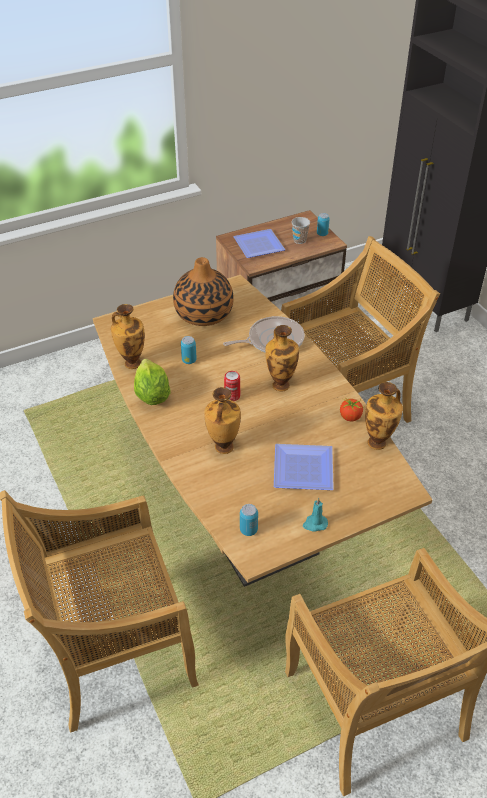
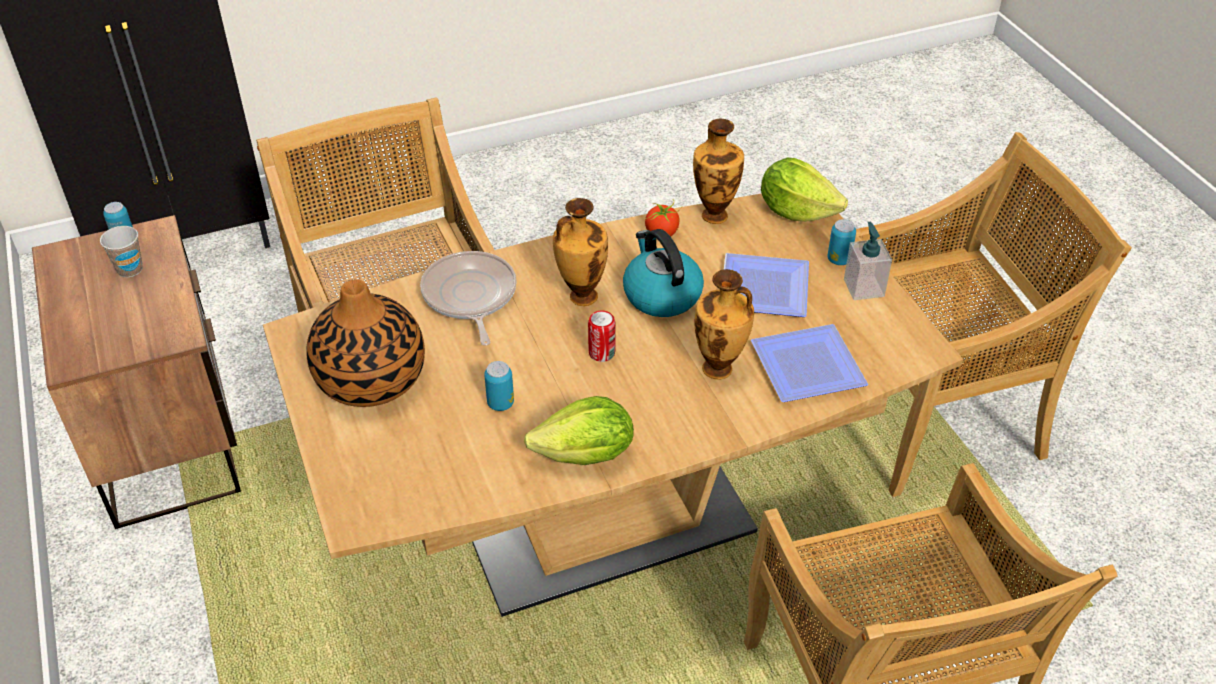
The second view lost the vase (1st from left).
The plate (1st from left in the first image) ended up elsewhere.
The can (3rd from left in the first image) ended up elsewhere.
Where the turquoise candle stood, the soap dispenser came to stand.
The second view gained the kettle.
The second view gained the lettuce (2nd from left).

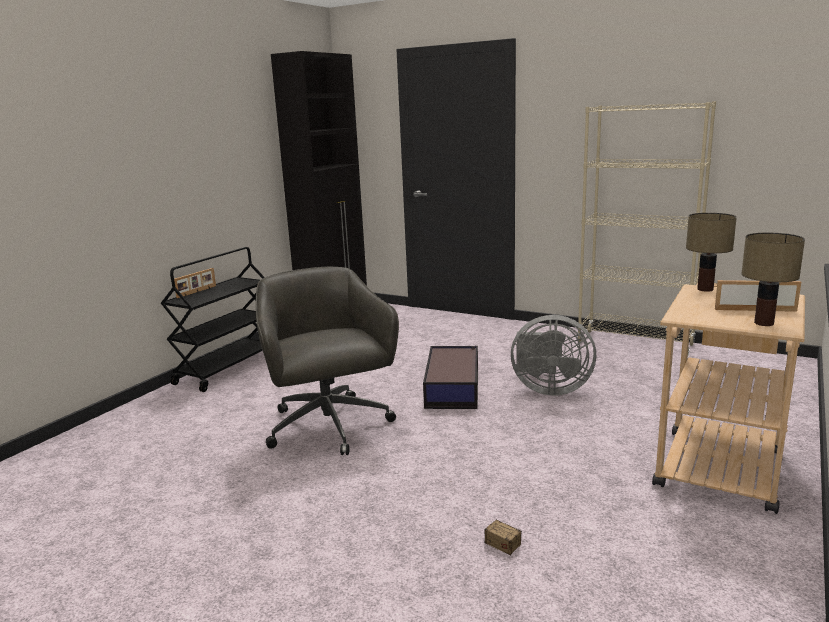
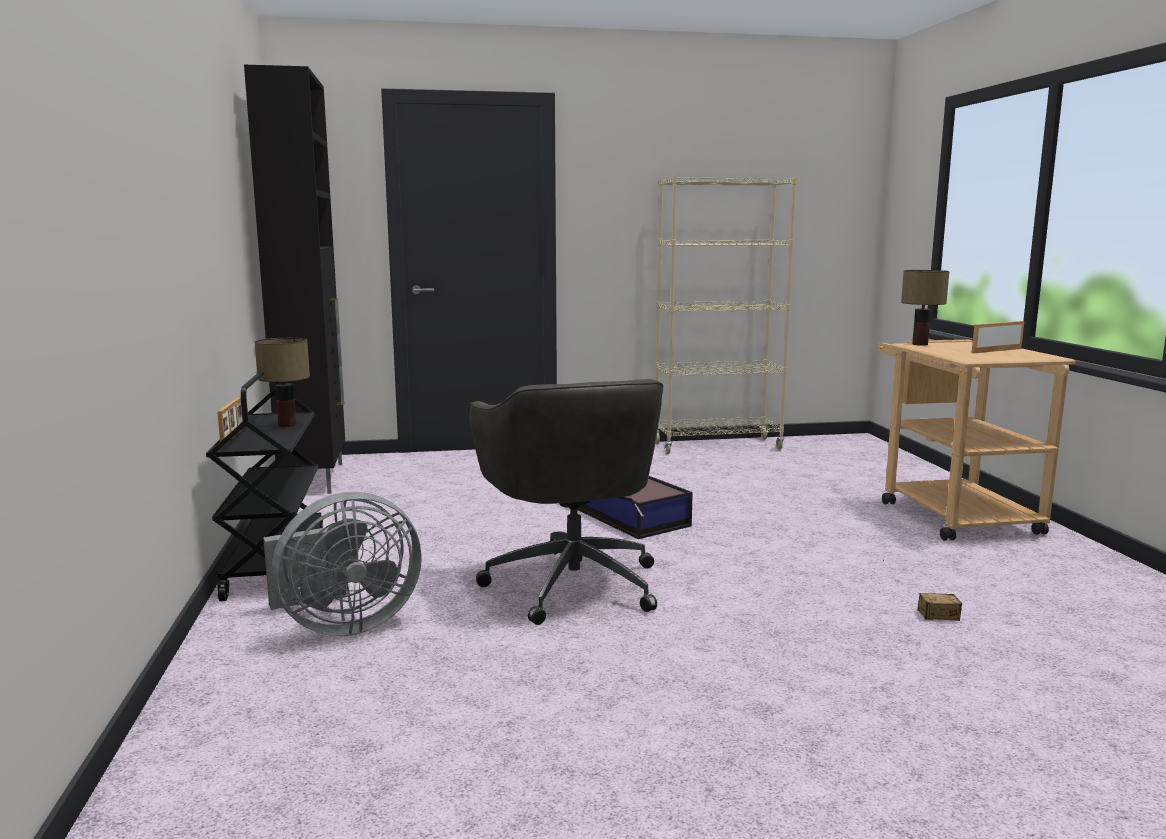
The grey office chair ended up facing another way, 135 degrees counterclockwise from before.
The grey fan ended up elsewhere.
The table lamp (2nd from left in the first image) ended up elsewhere.

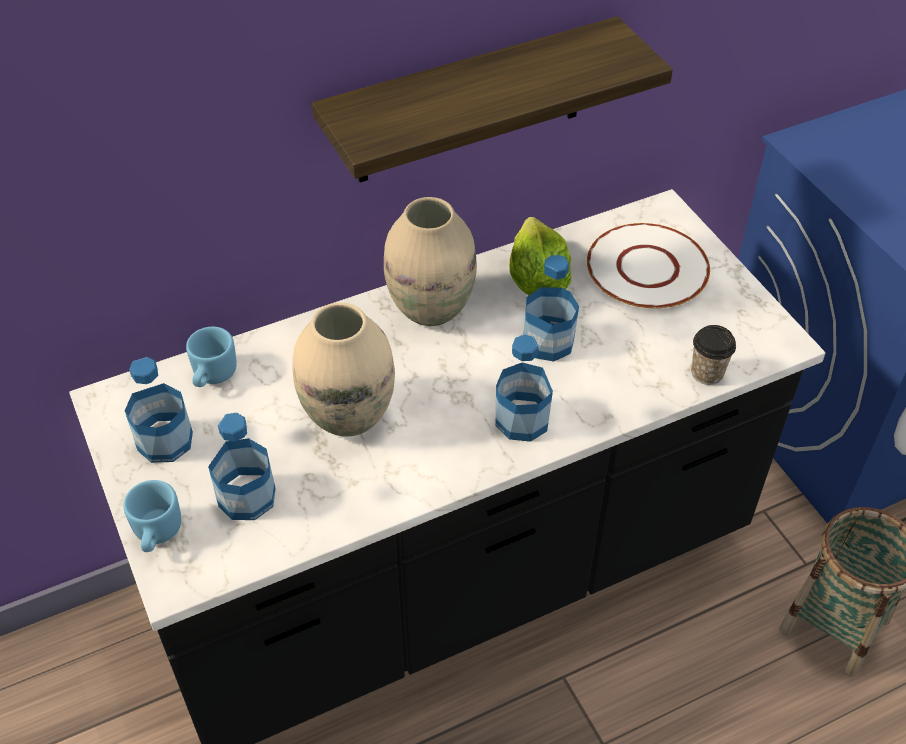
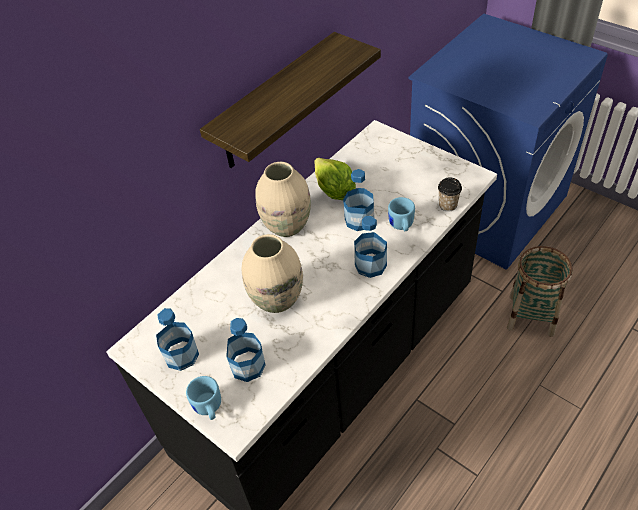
The blue mug (2nd from left) ended up elsewhere.
The second view lost the white plate.

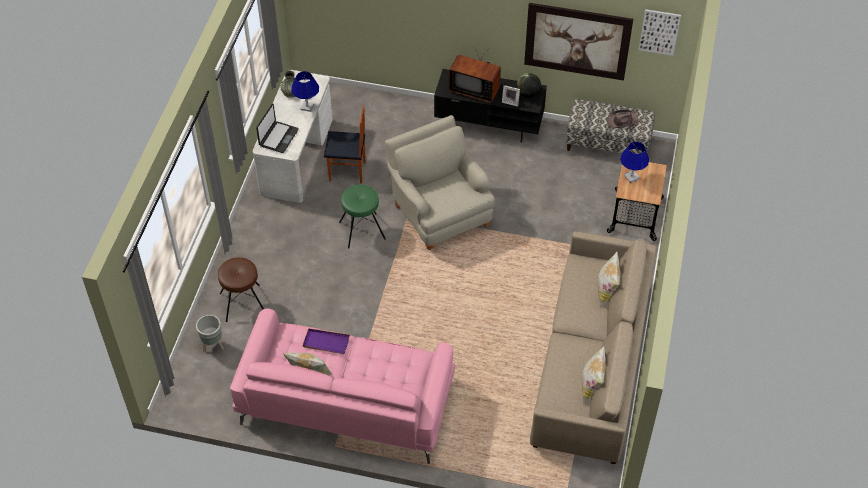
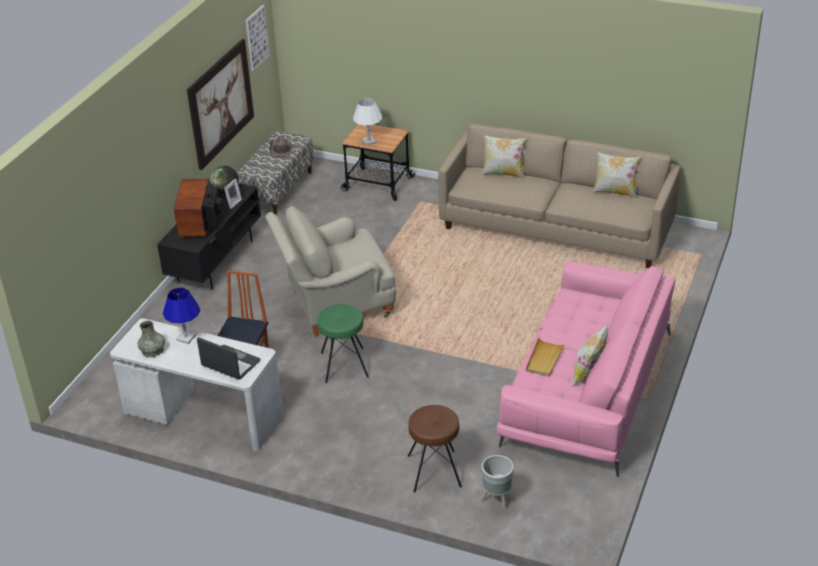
What was the purple tray turned into the beige tray.
The television ended up facing another way, 150 degrees clockwise from before.
What was the blue table lamp (2nd from left) turned into the white table lamp.

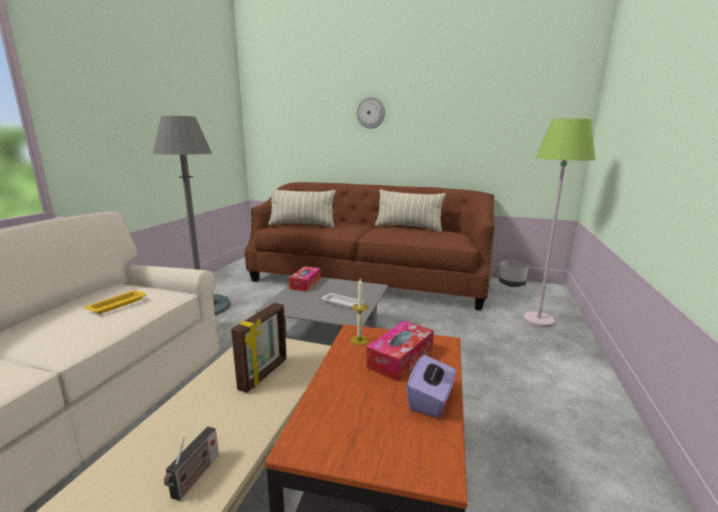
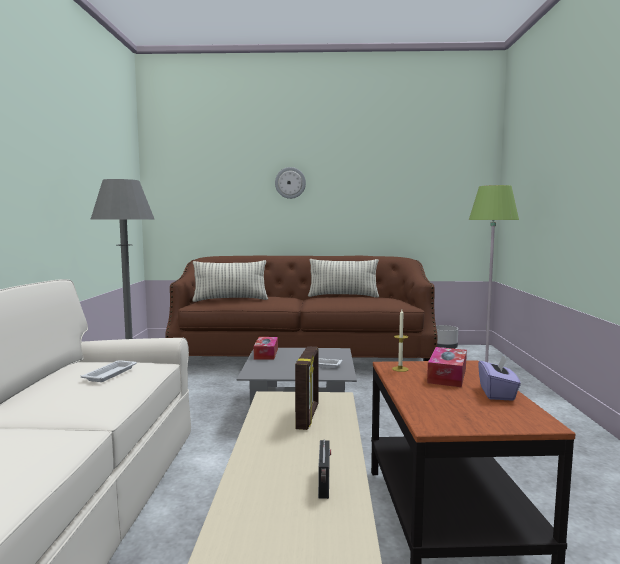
What was the yellow tray turned into the white tray (1st from left).

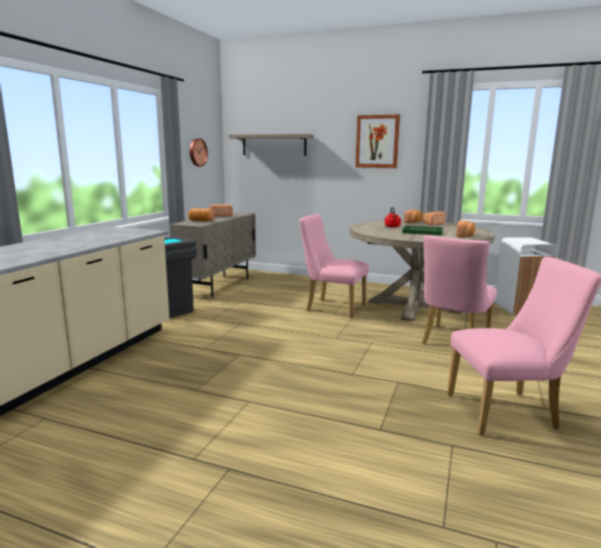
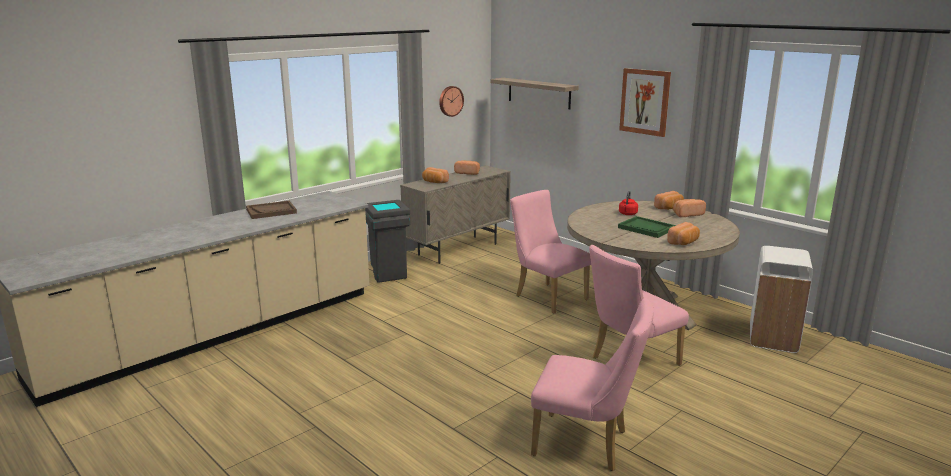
The second view gained the brown tray.

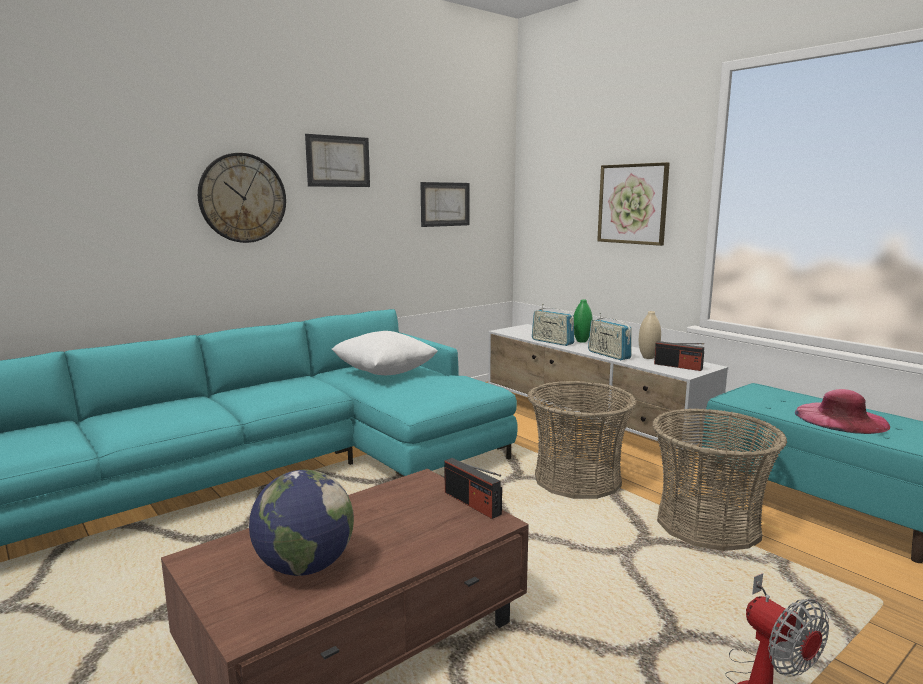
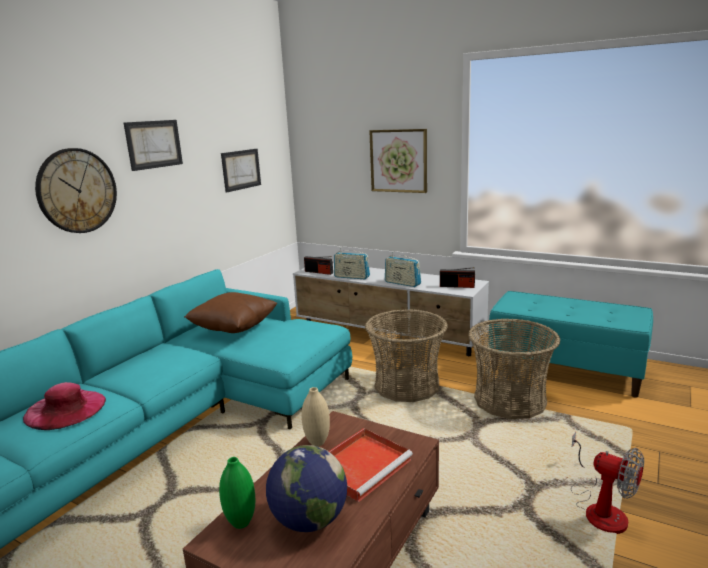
What was the white pillow turned into the brown pillow.
The radio (1st from left) ended up elsewhere.
The green vase ended up elsewhere.
The beige vase ended up elsewhere.
The pink hat ended up elsewhere.
The second view gained the red tray.

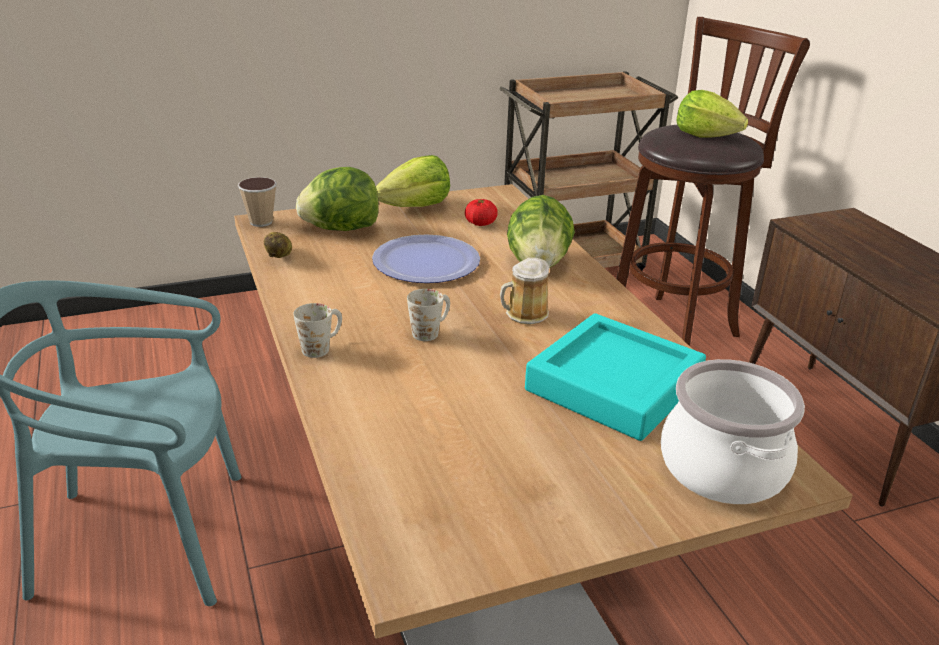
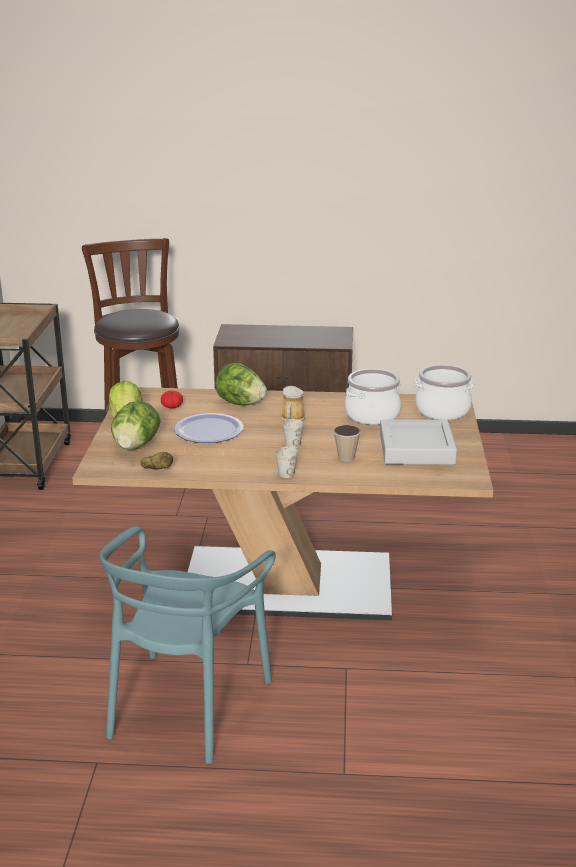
The cup ended up elsewhere.
Where the turquoise tray stood, the cooking pot (1st from left) came to stand.
The second view lost the lettuce (4th from left).
The second view gained the grey tray.

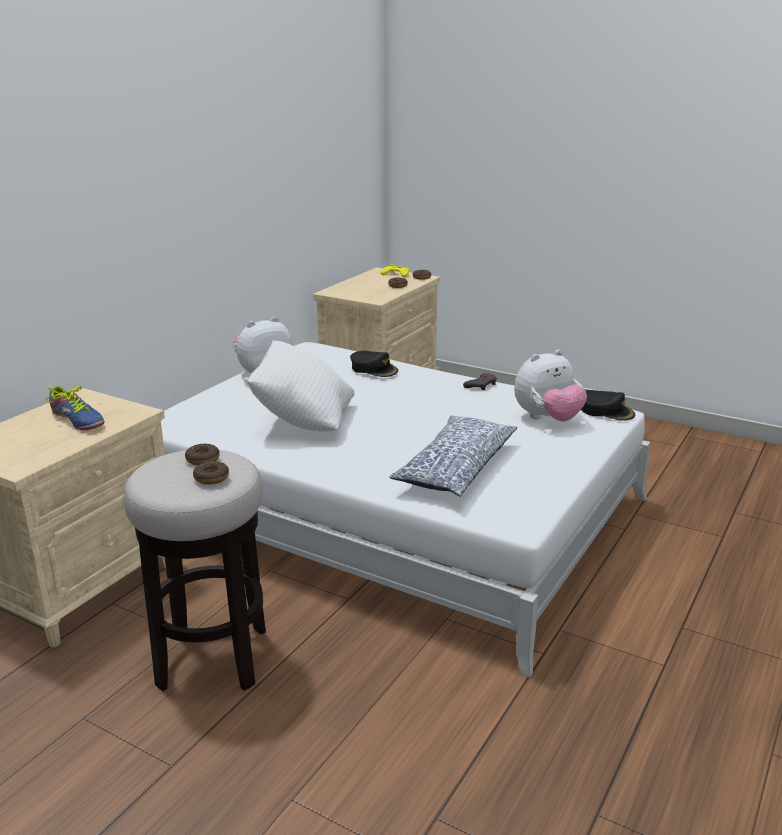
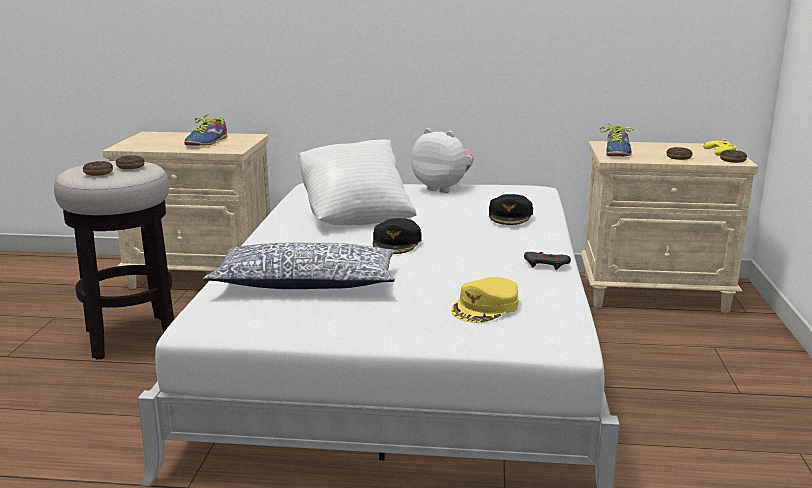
Where the plush toy (2nd from left) stood, the yellow cap came to stand.
The black cap (2nd from left in the first image) ended up elsewhere.
The second view gained the shoe (2nd from left).

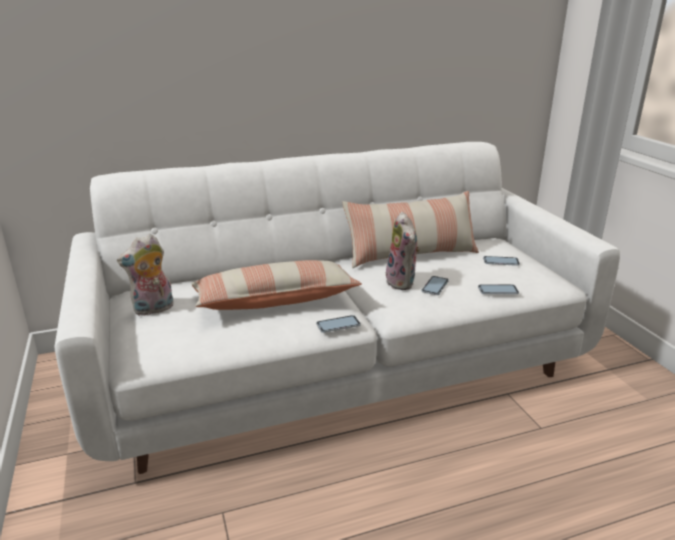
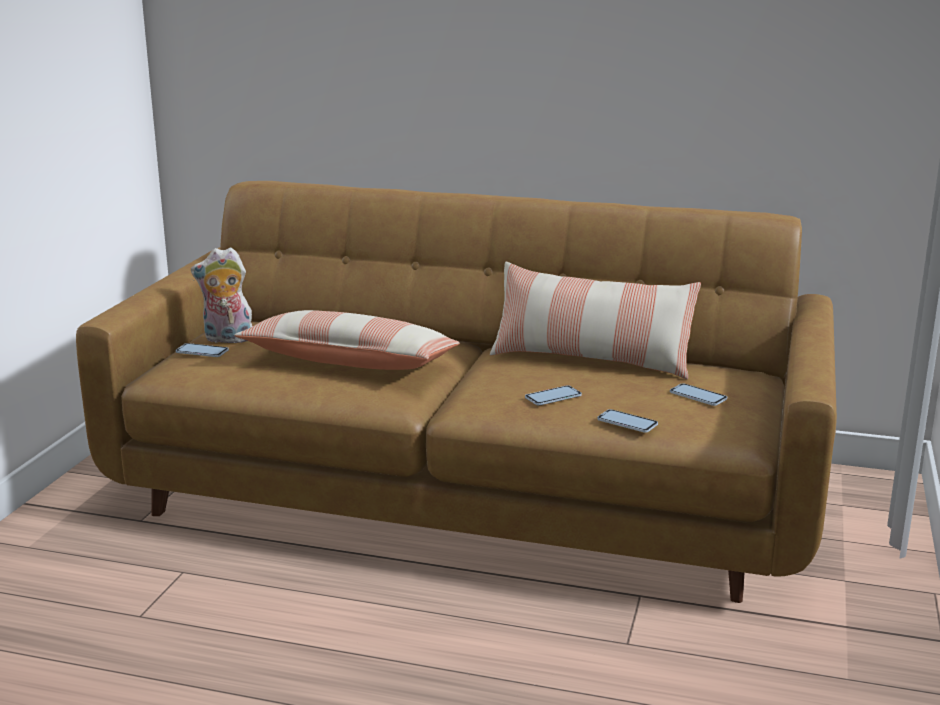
What was the white sofa turned into the brown sofa.
The phone (1st from left) ended up elsewhere.
The second view lost the plush toy (2nd from left).

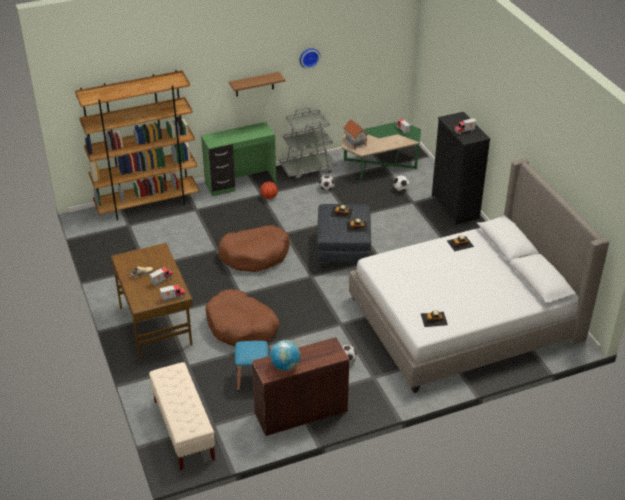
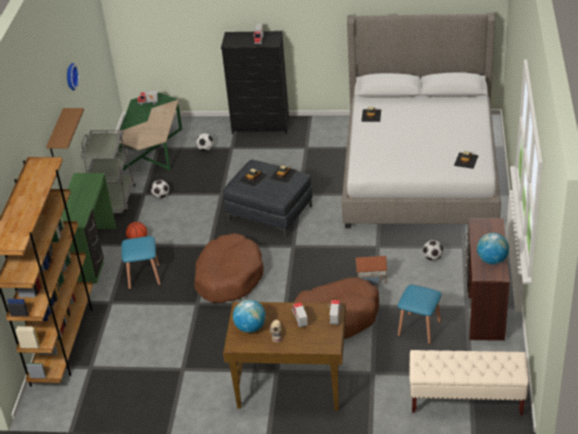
The toy house ended up elsewhere.
The second view gained the blue stool (1st from left).
The second view gained the globe (1st from left).

